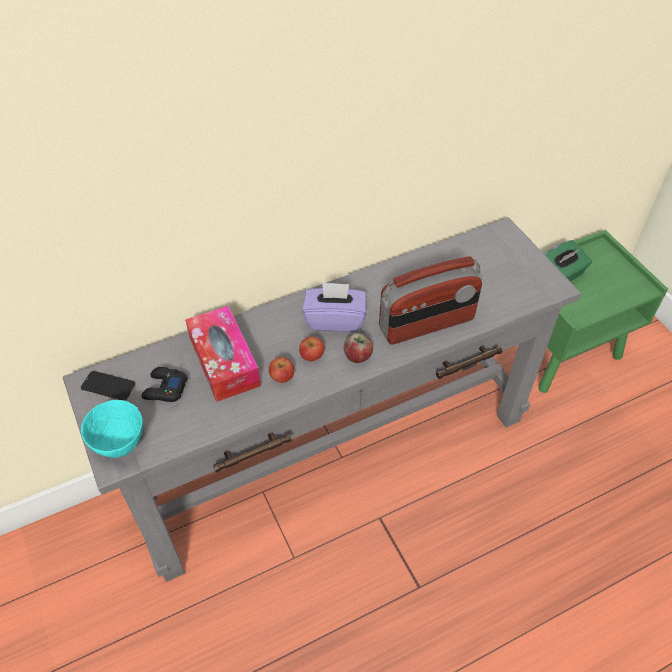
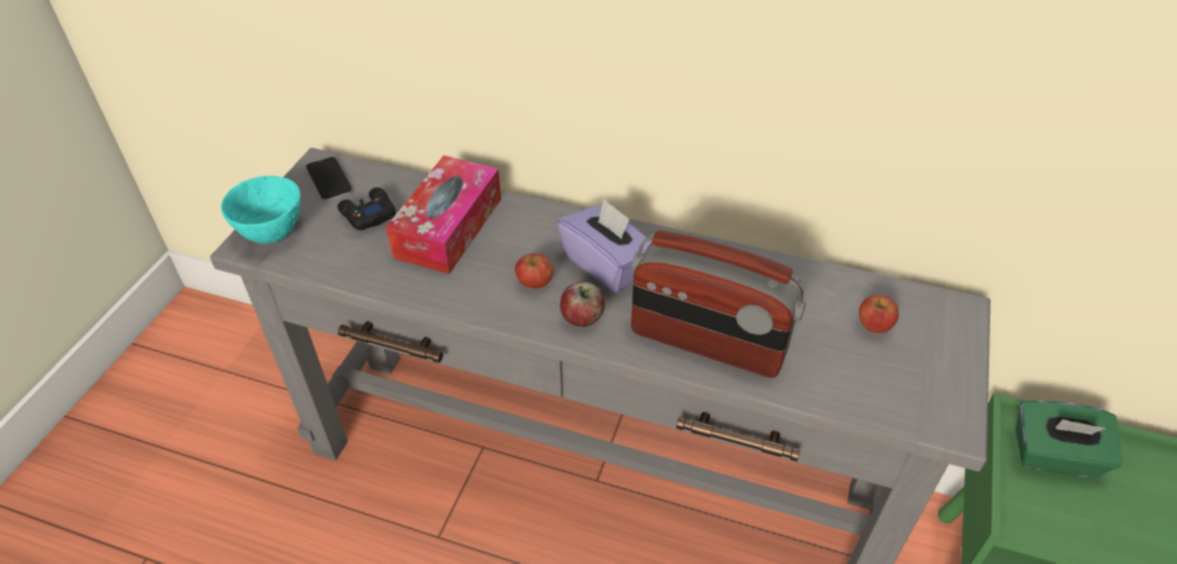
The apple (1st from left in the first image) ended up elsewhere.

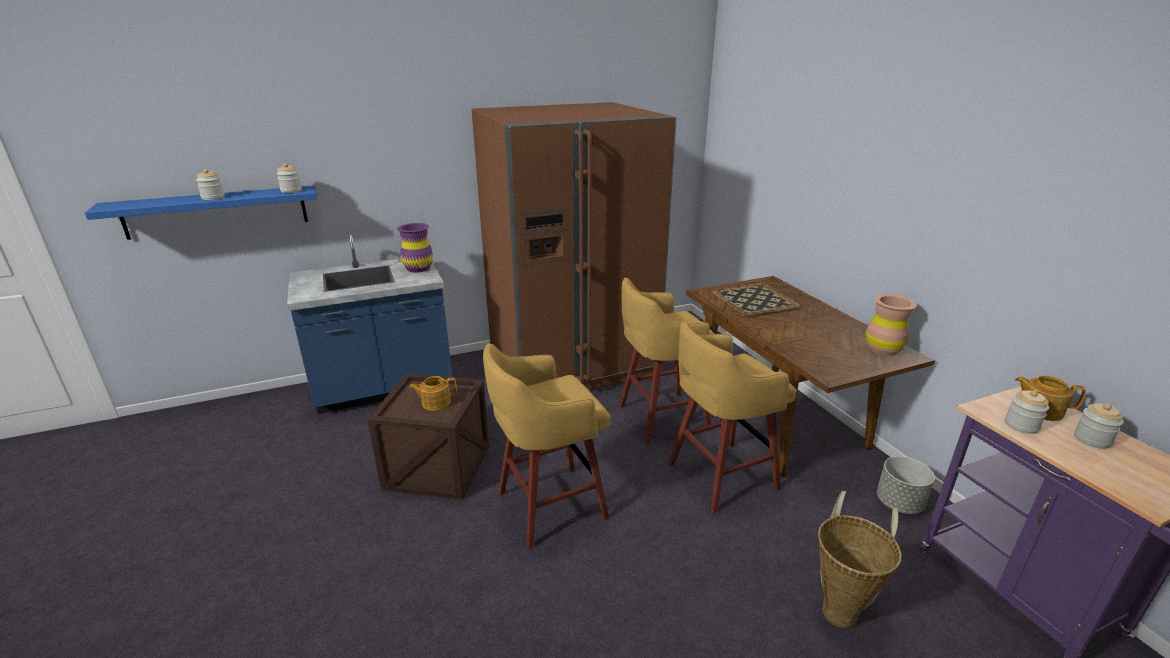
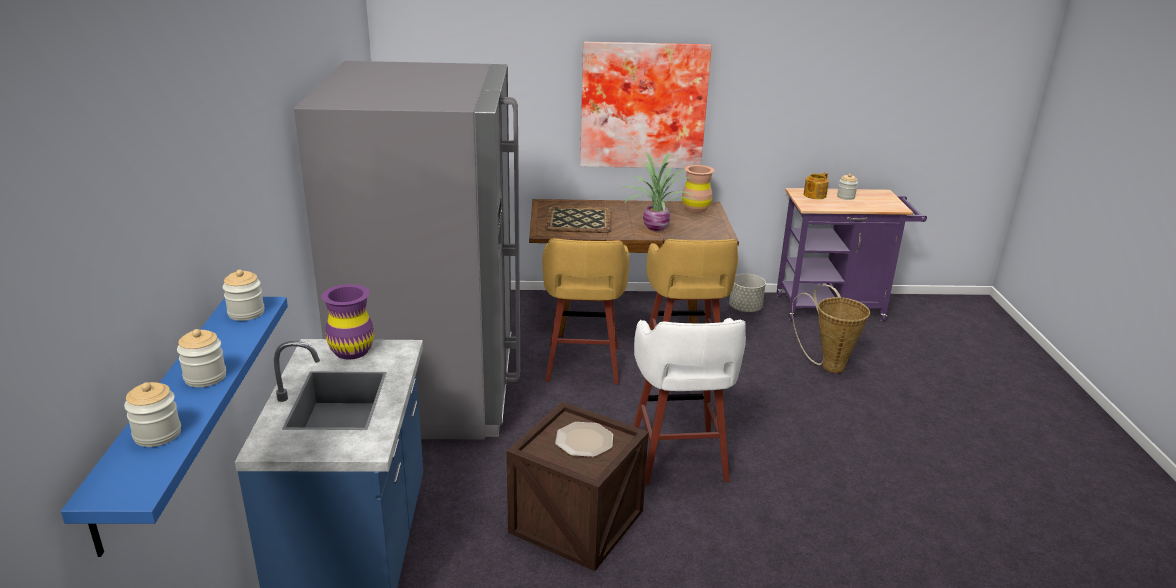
Where the teapot (1st from left) stood, the plate came to stand.
What was the brown fridge turned into the grey fridge.
What was the yellow stool (1st from left) turned into the white stool.
The jar (3rd from left in the first image) ended up elsewhere.
The second view gained the picture.
The second view gained the potted plant.

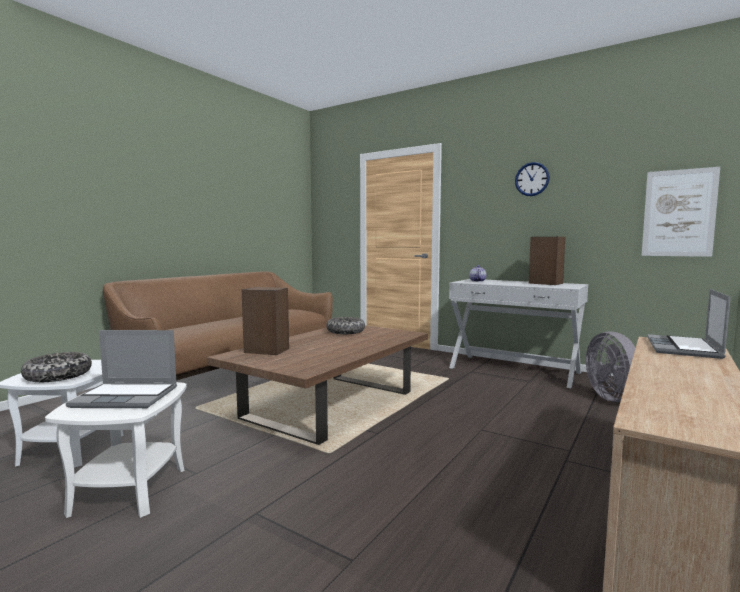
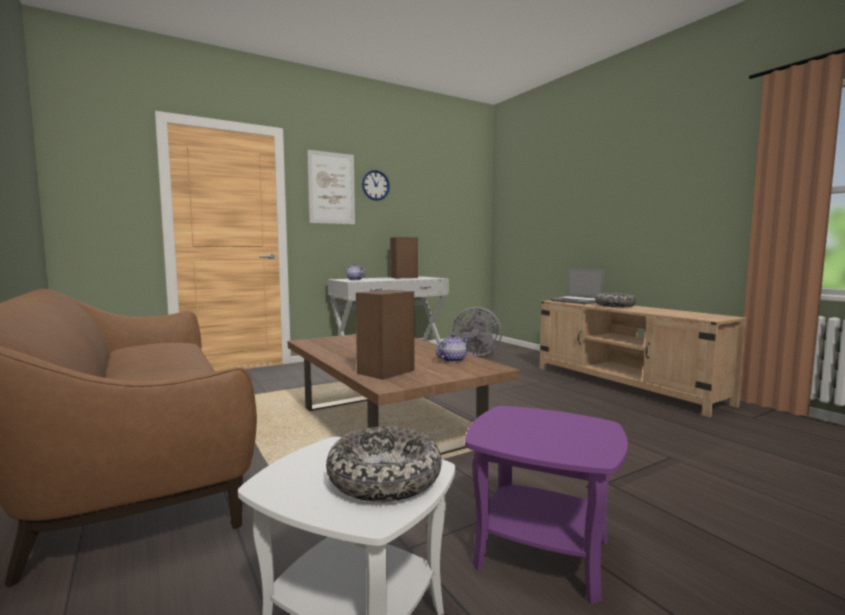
What was the white side table (2nd from left) turned into the purple side table.
The second view lost the laptop (1st from left).
The bowl (2nd from left) ended up elsewhere.
The picture ended up elsewhere.
The second view gained the teapot (2nd from left).

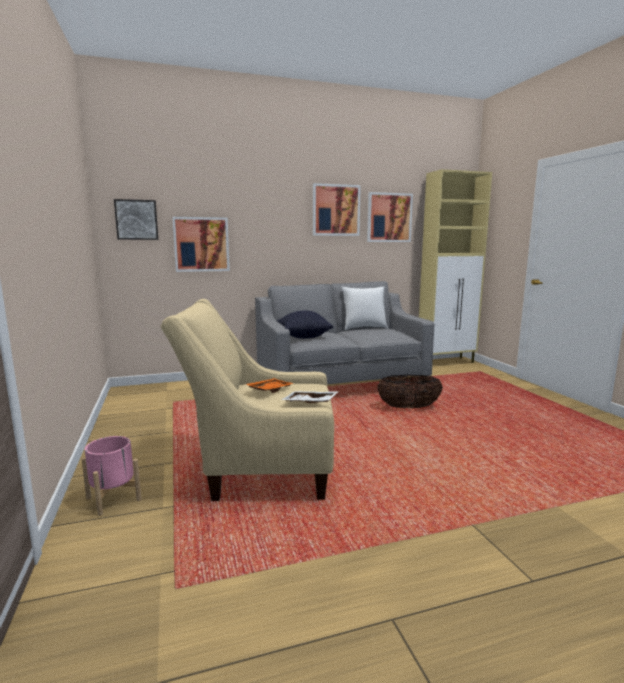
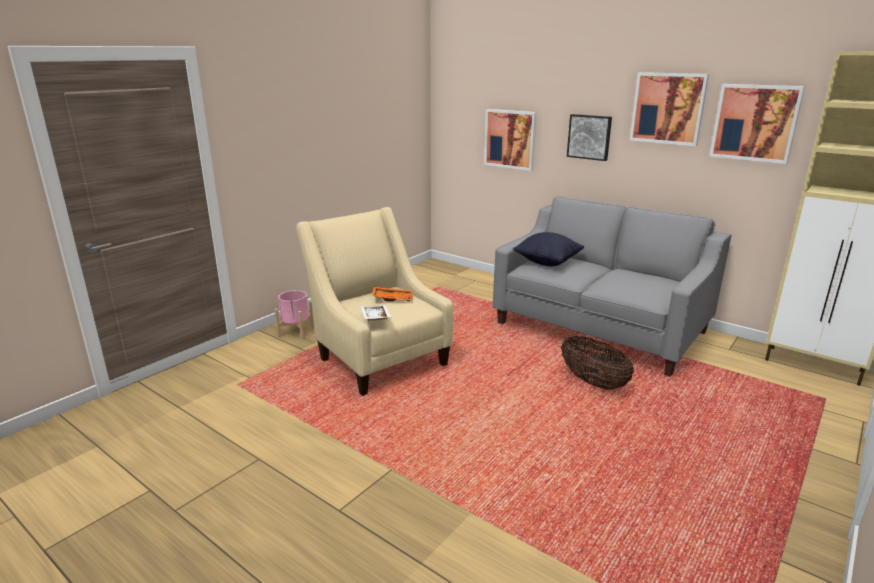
The picture (1st from left in the first image) ended up elsewhere.
The second view lost the white pillow.

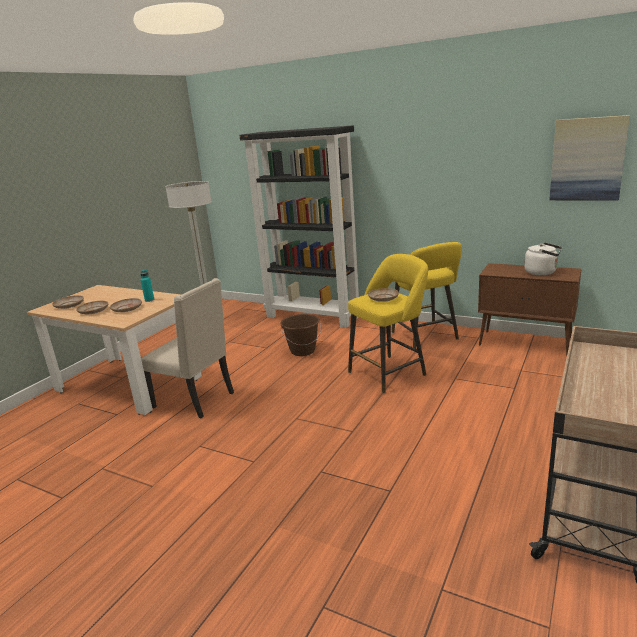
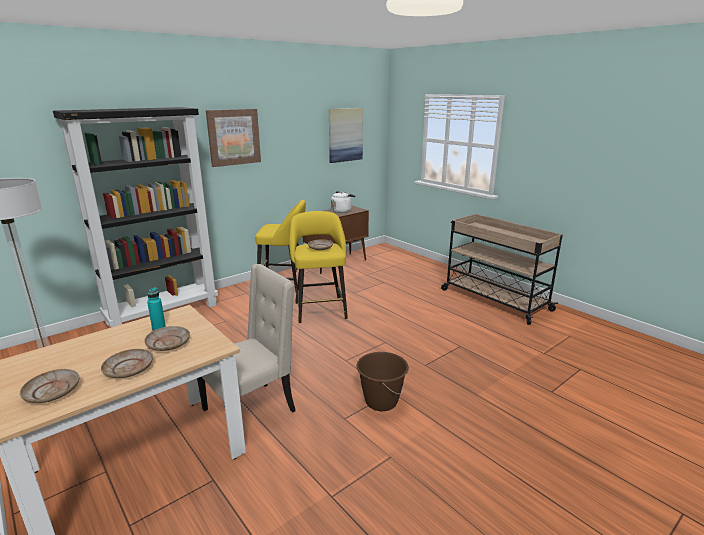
The brown bucket ended up elsewhere.
The second view gained the picture (1st from left).

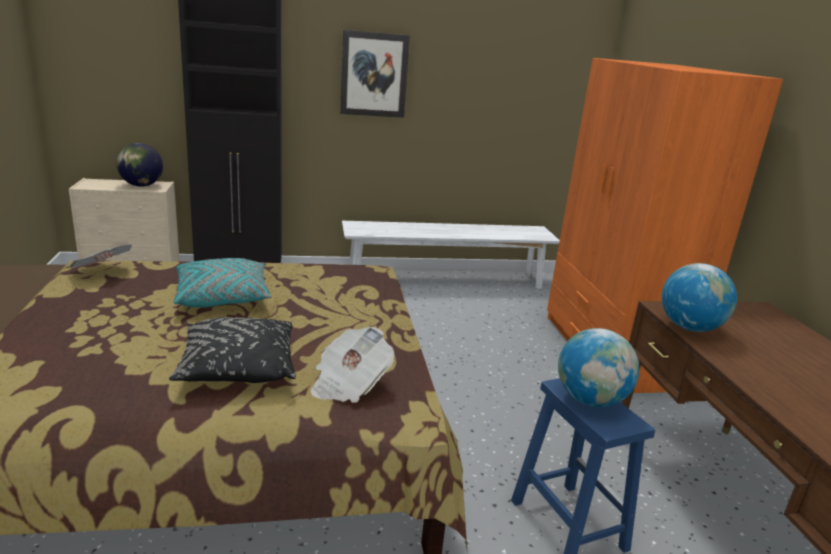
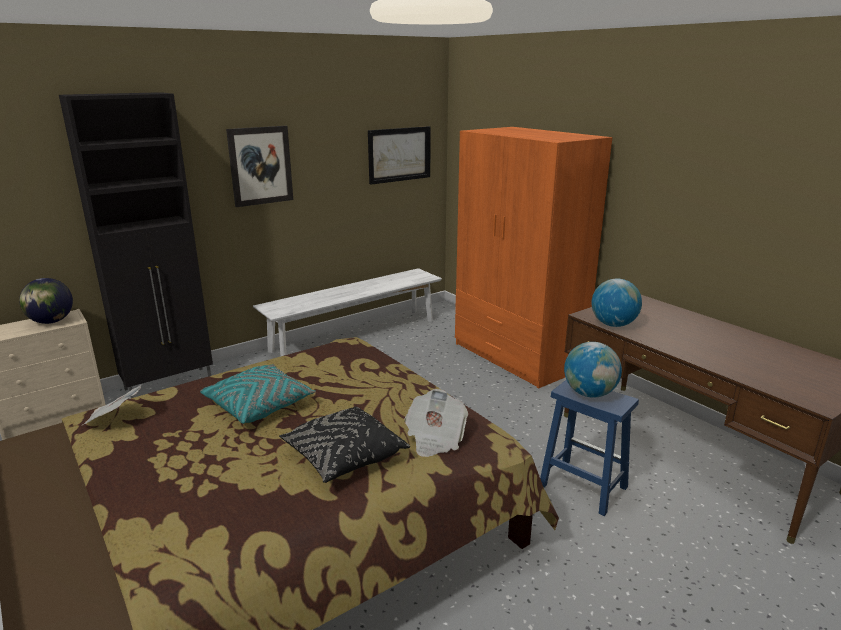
The second view gained the picture (2nd from left).

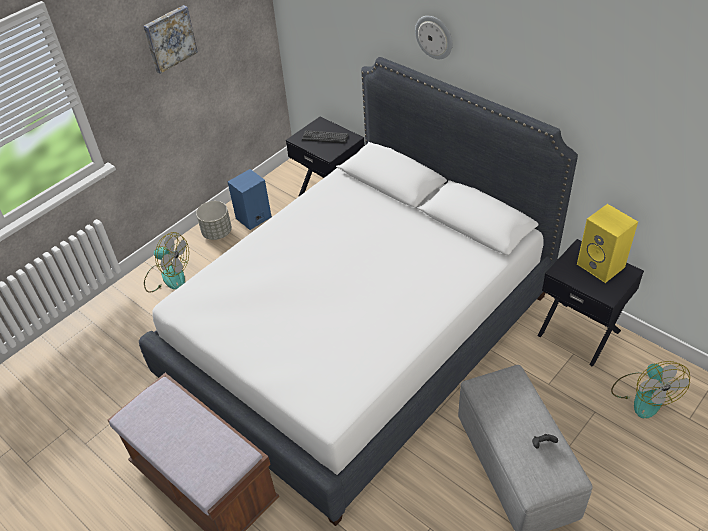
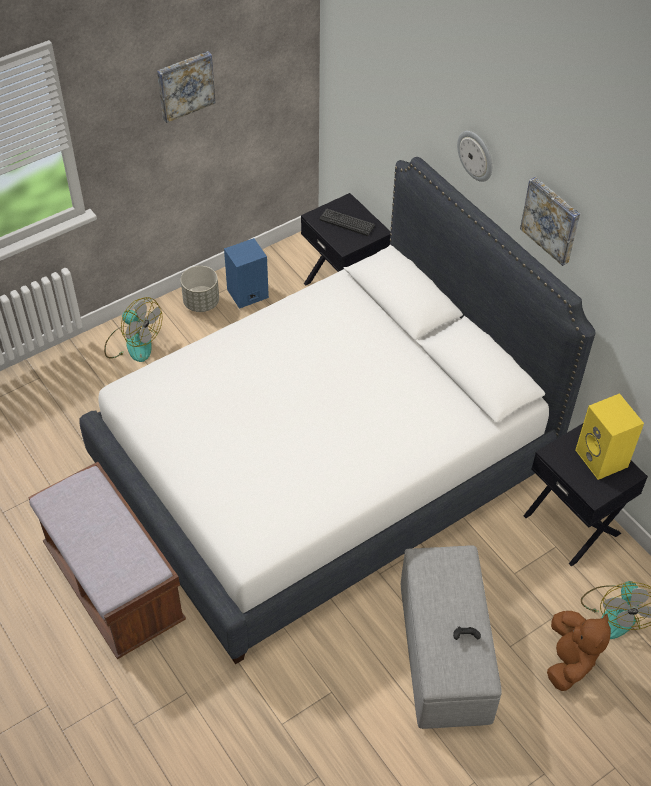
The second view gained the picture (2nd from left).
The second view gained the brown plush toy.

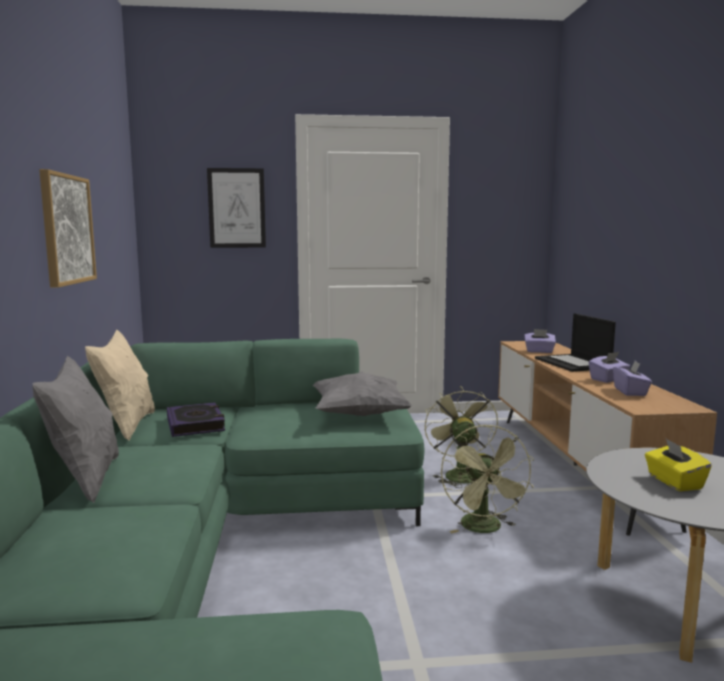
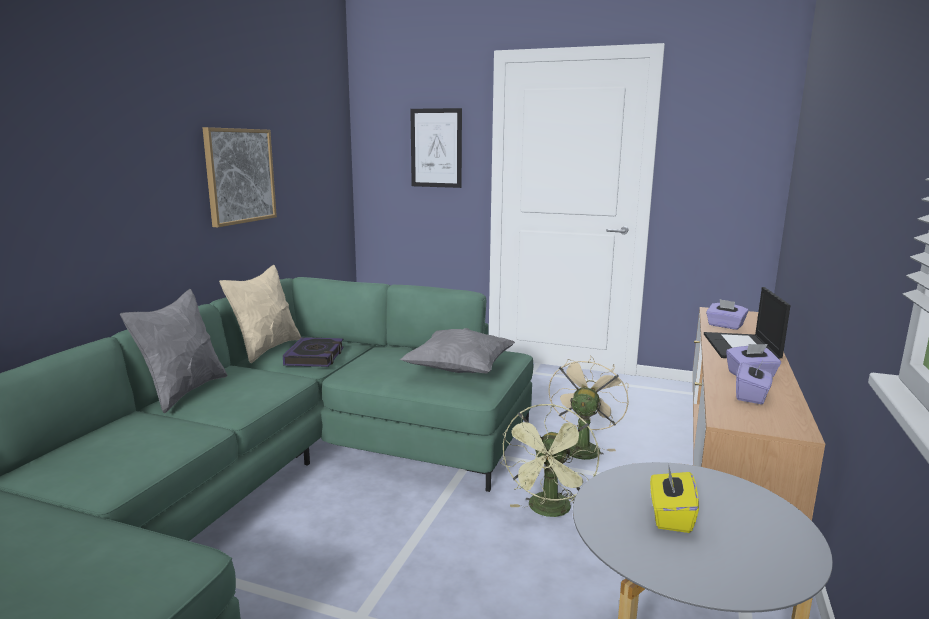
What was the green fan (1st from left) turned into the beige fan.

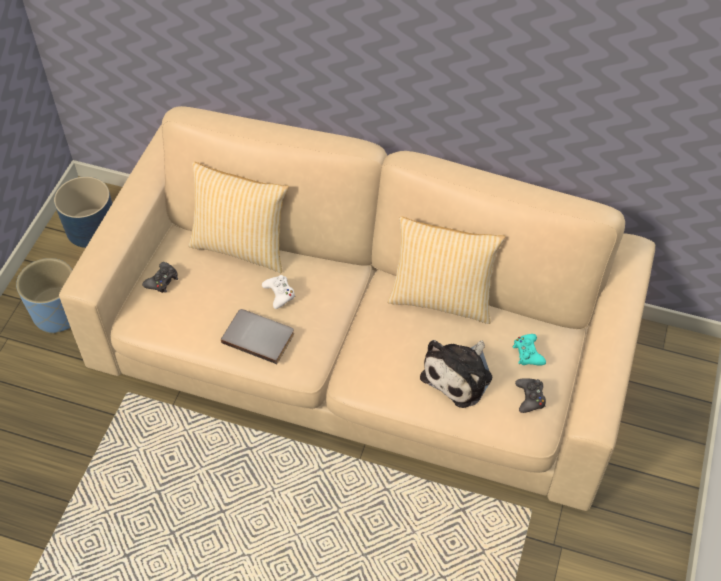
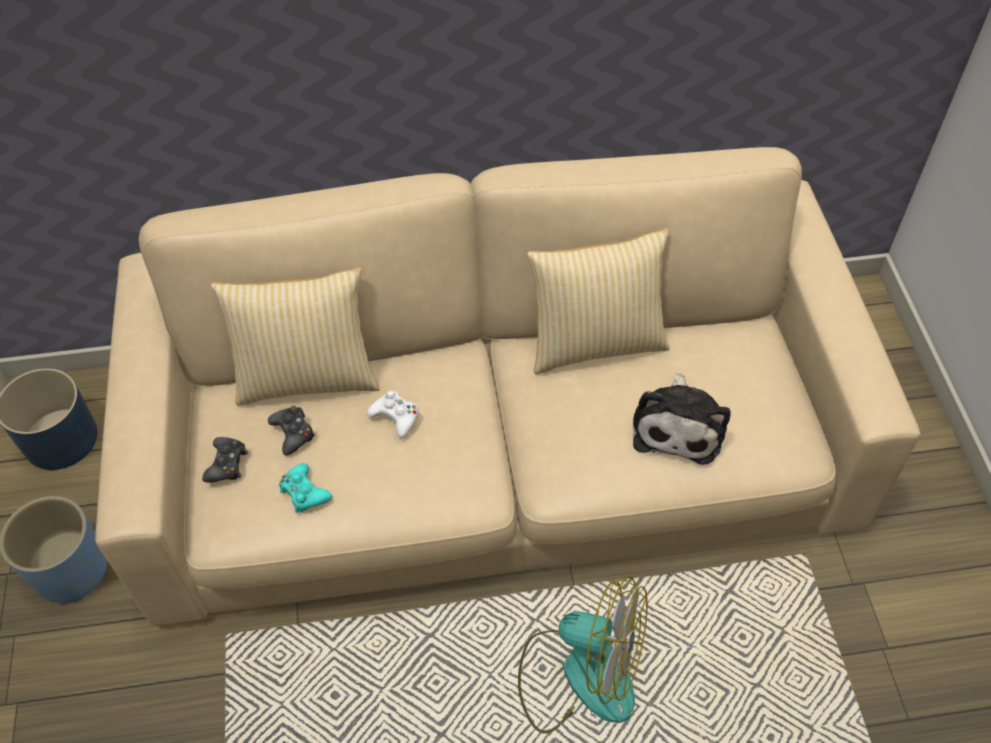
The second view lost the grey book.
The turquoise game controller ended up elsewhere.
The black game controller (2nd from left) ended up elsewhere.
The second view gained the fan.

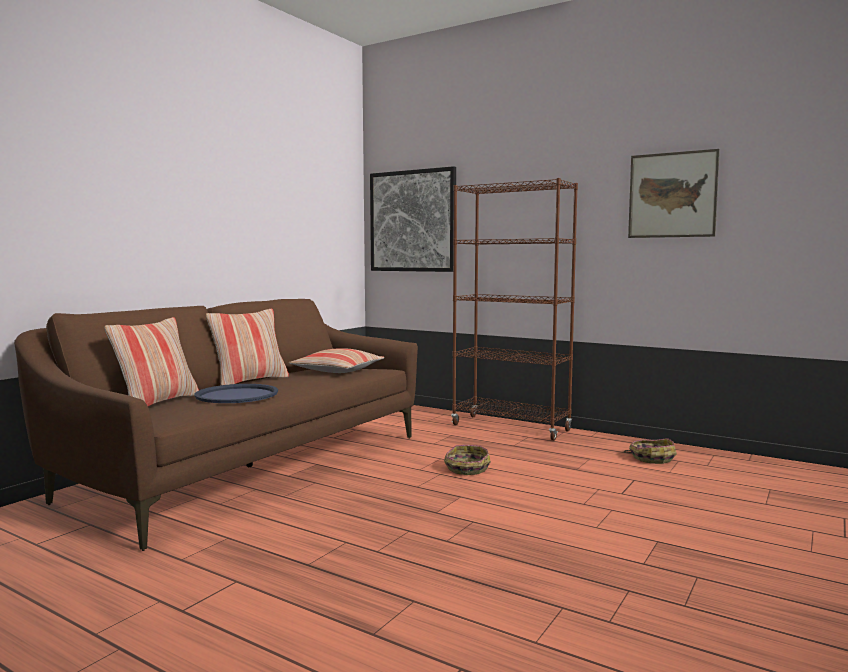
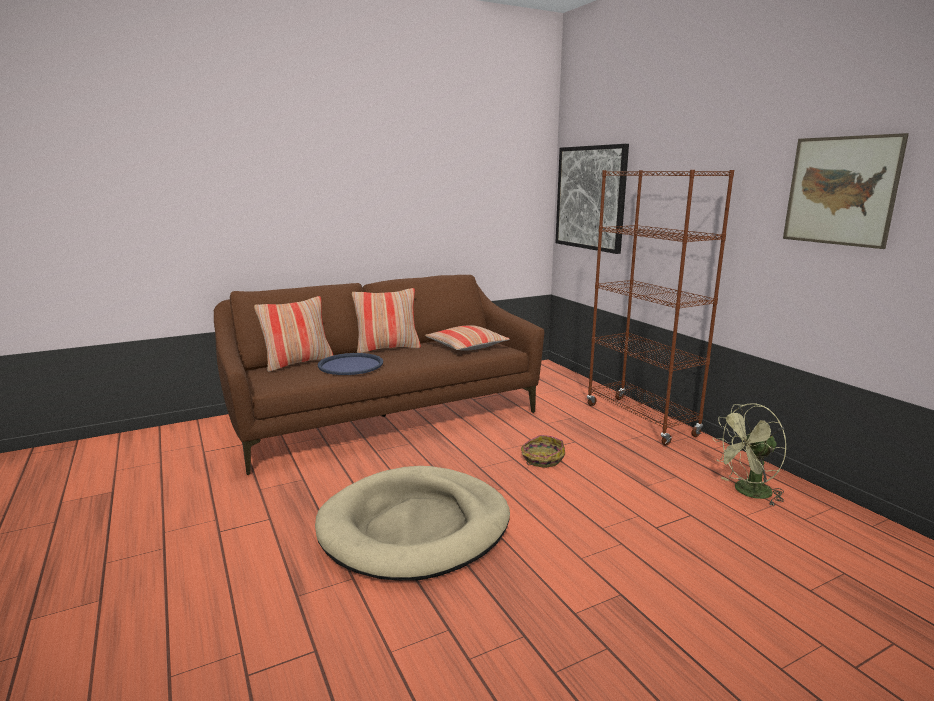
Where the basket (2nd from left) stood, the green fan came to stand.
The second view gained the beige dog bed.

